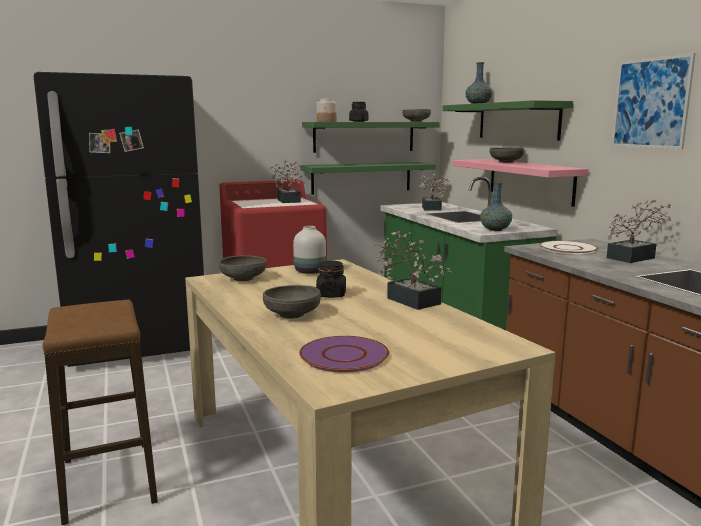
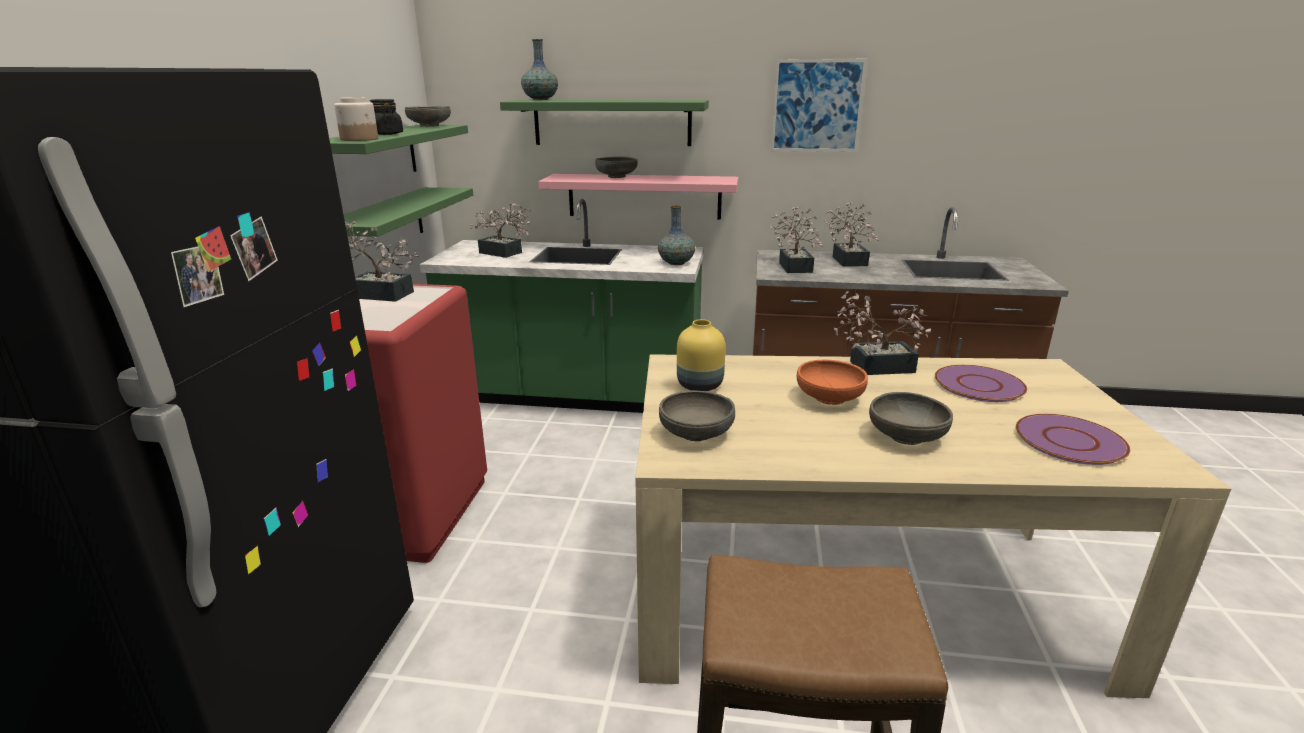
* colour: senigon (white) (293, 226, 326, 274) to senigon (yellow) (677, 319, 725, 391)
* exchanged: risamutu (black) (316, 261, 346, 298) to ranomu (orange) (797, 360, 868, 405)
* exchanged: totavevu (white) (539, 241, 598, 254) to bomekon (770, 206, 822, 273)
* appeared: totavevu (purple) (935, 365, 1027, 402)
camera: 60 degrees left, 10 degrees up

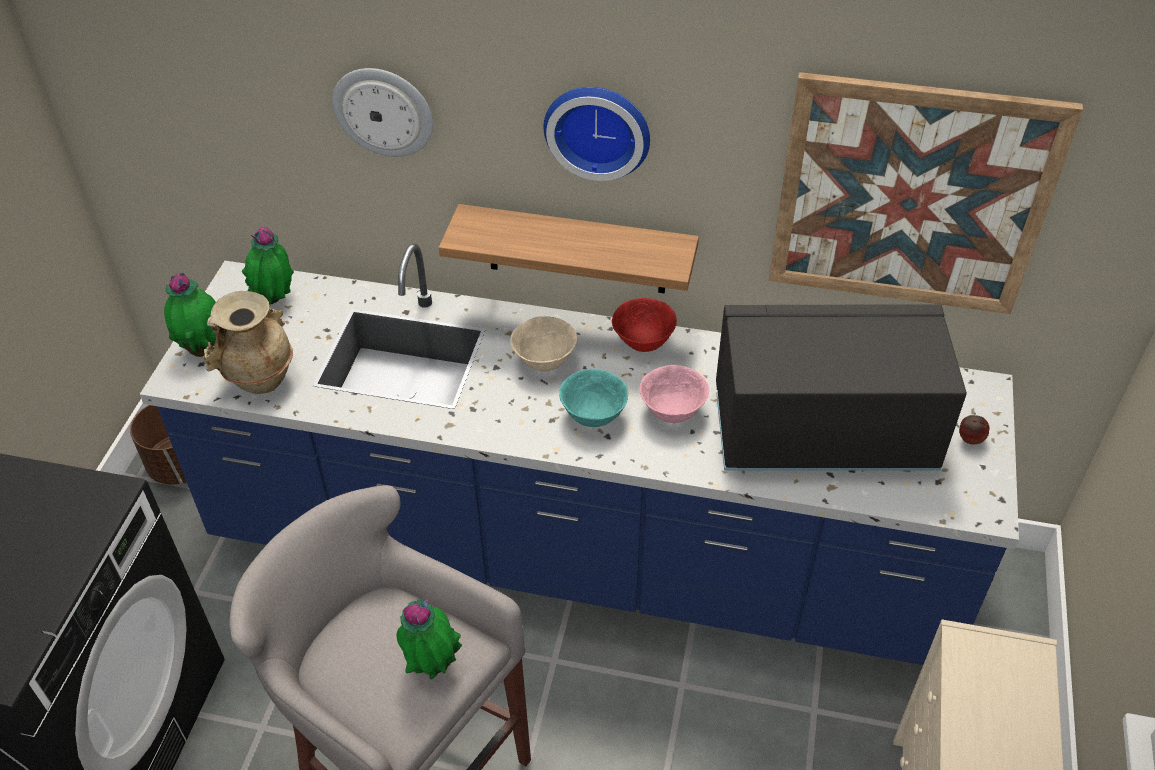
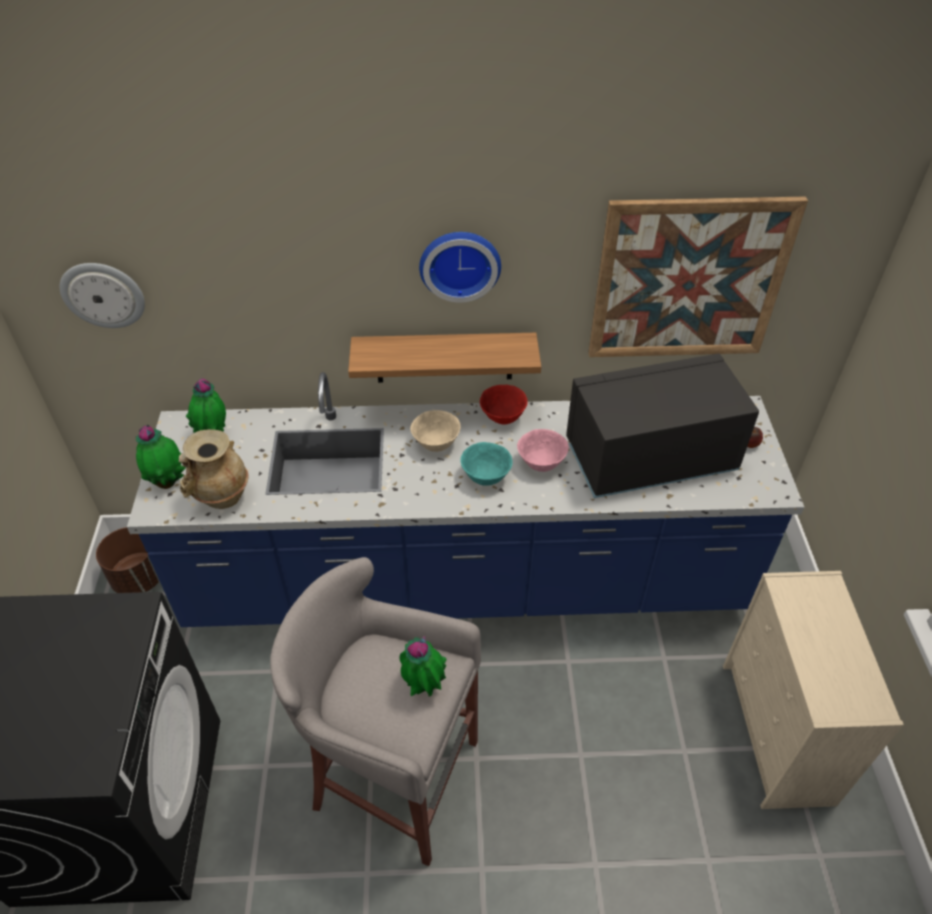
* relocated: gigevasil (332, 68, 433, 157) to (60, 263, 145, 328)
camera: 15 degrees left, 0 degrees up

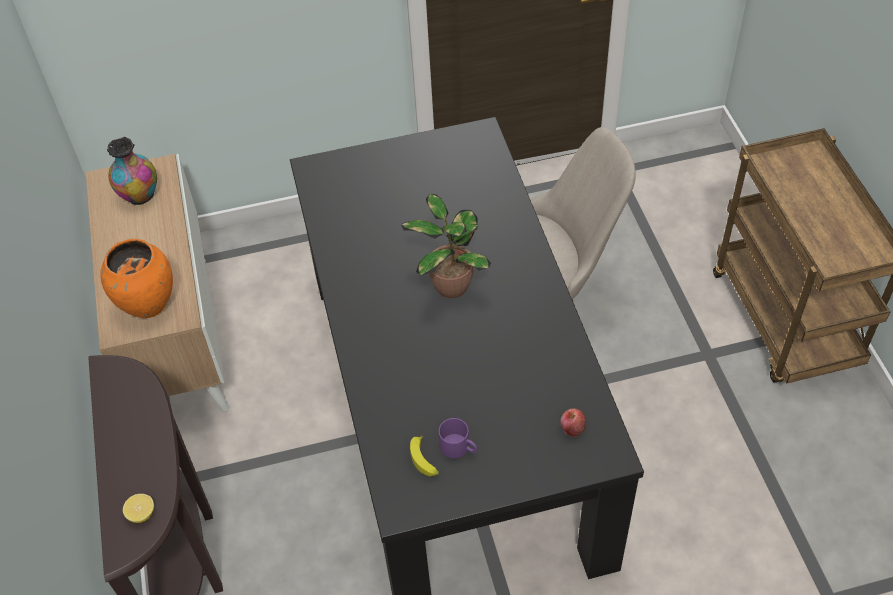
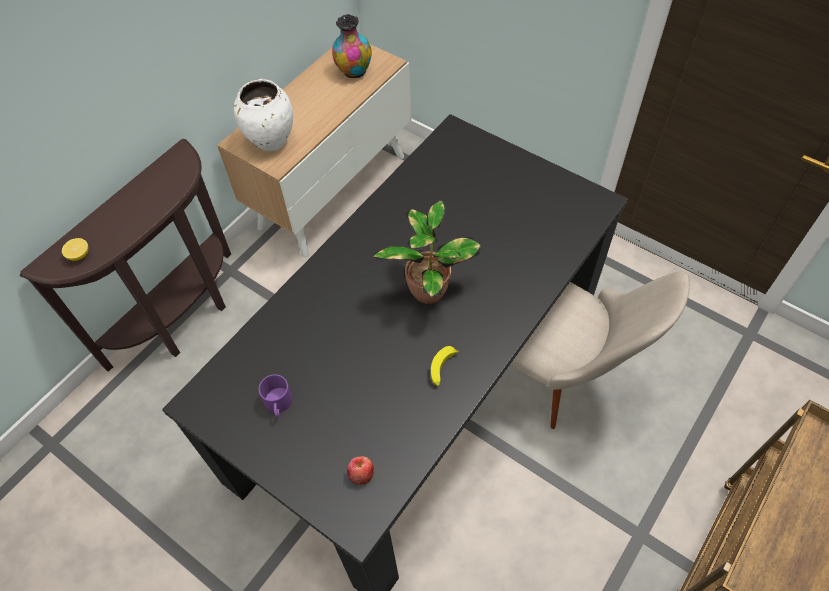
* colour: senigon (orange) (100, 239, 173, 318) to senigon (white) (234, 79, 293, 151)
* relocated: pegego (410, 435, 439, 476) to (431, 346, 459, 386)
camera: 50 degrees right, 5 degrees up

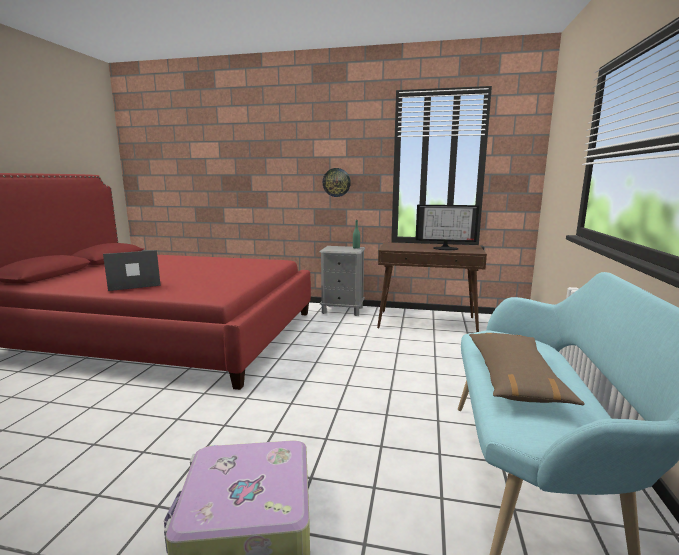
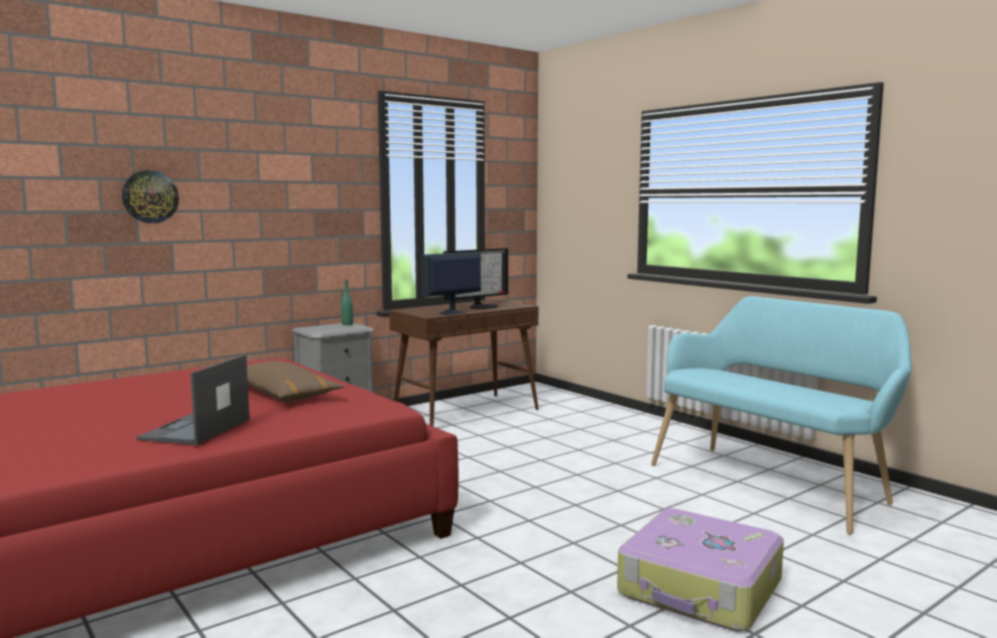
* relocated: gigevasil (323, 168, 351, 197) to (122, 170, 179, 223)
* relocated: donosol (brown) (469, 333, 585, 405) to (247, 361, 344, 402)
* appeared: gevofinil (421, 252, 481, 315)
camera: 50 degrees left, 5 degrees down

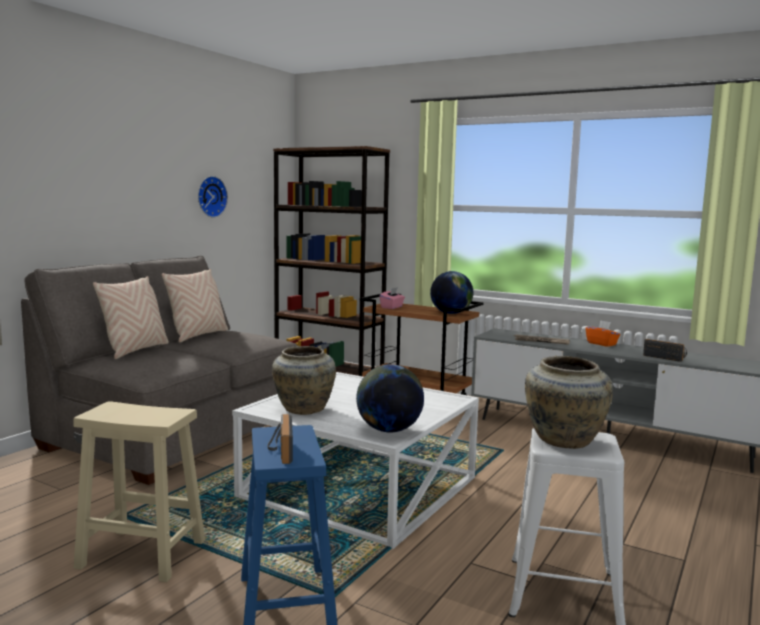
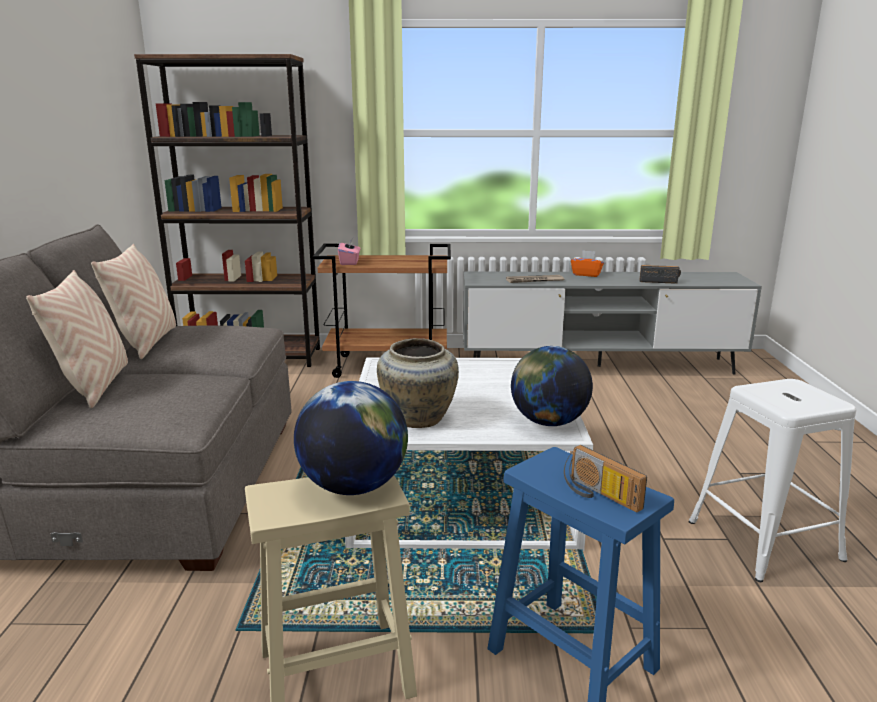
* missing: gigevasil (198, 176, 228, 218)
* relocated: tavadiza (430, 271, 474, 314) to (294, 381, 408, 495)
* missing: senigon (beige) (525, 356, 613, 449)
camera: 30 degrees left, 10 degrees up

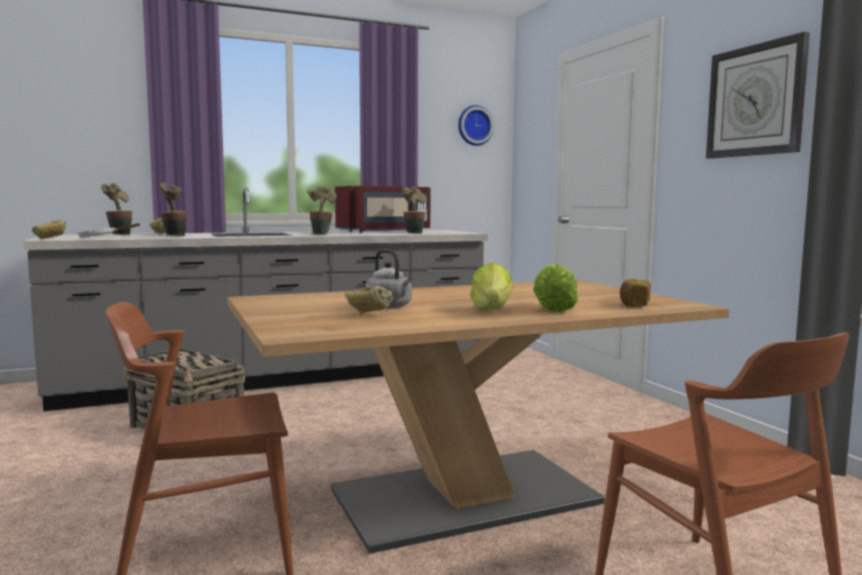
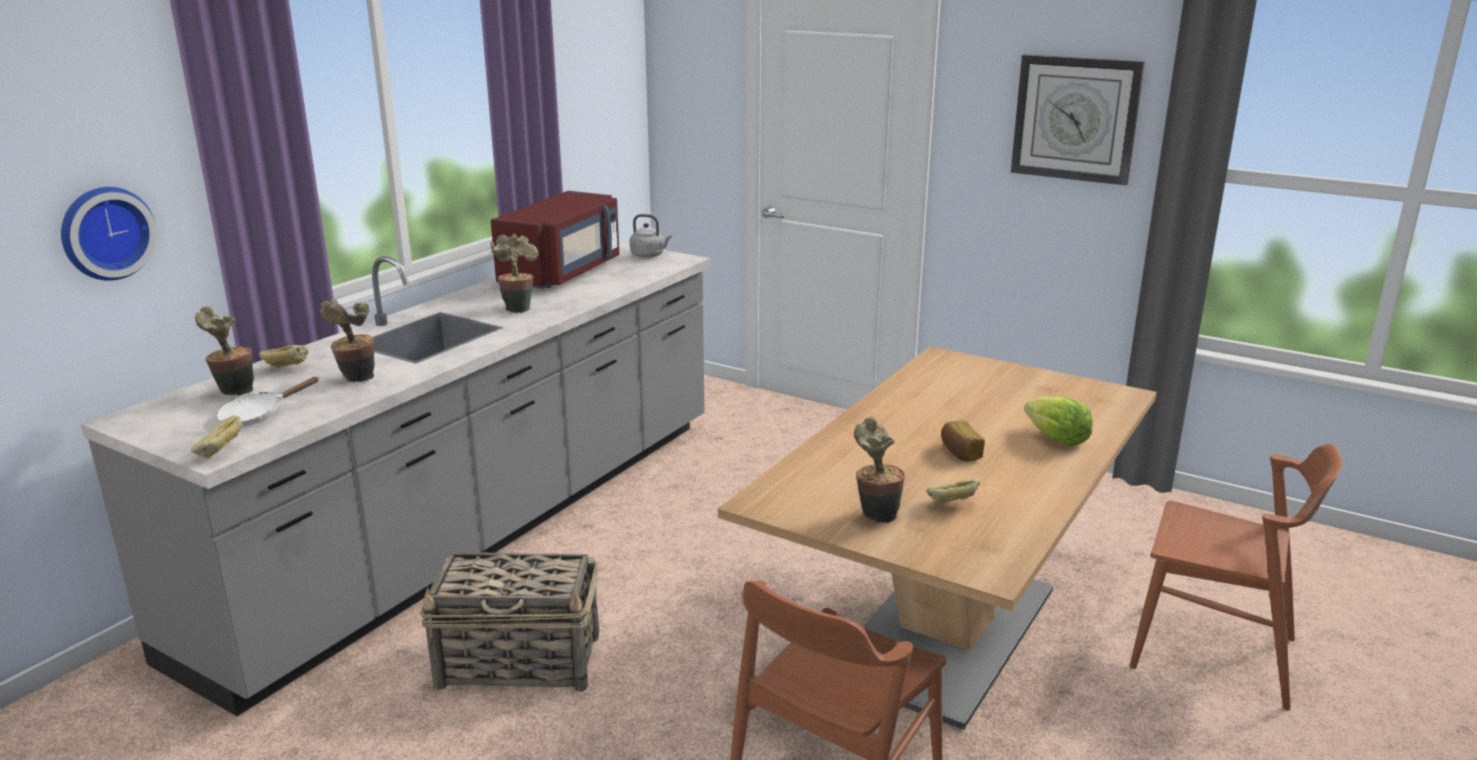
* relocated: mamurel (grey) (365, 249, 412, 308) to (630, 214, 672, 258)
* relocated: bomekon (401, 186, 427, 234) to (854, 416, 905, 523)
* relocated: gigevasil (458, 105, 494, 146) to (61, 187, 157, 281)
* missing: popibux (470, 263, 513, 310)
* relocated: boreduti (620, 279, 651, 307) to (941, 420, 985, 462)
camera: 35 degrees left, 15 degrees up

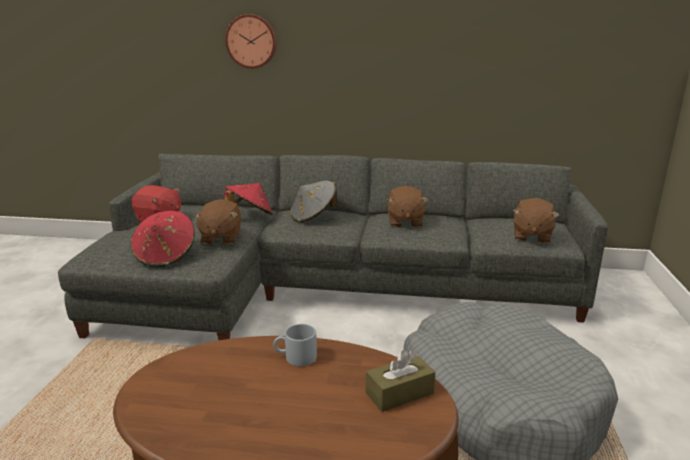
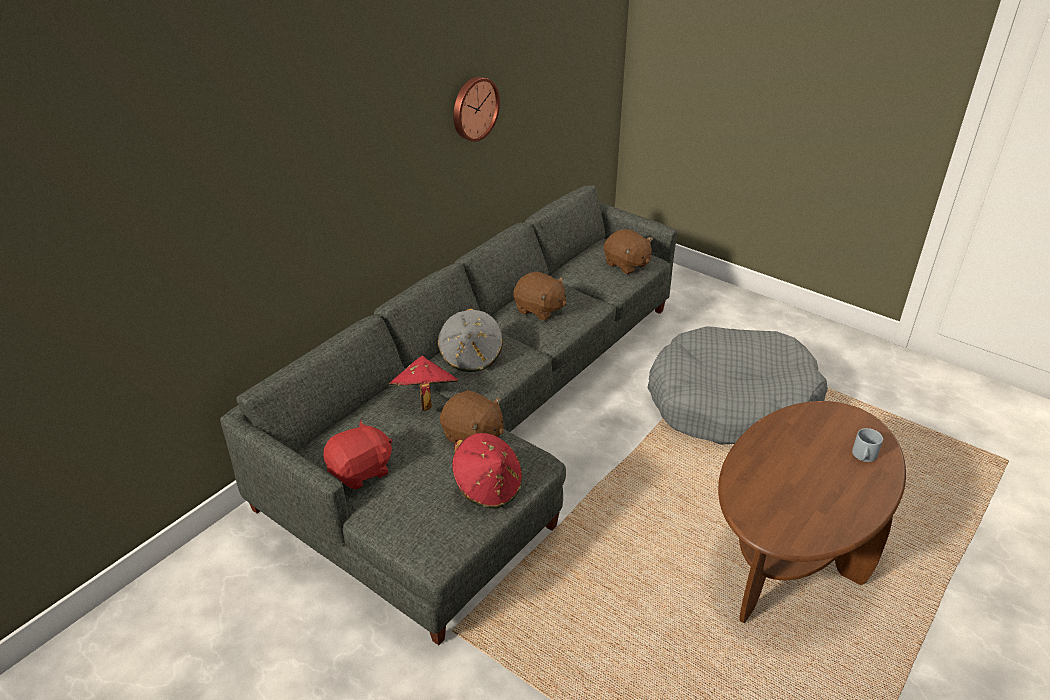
* relocated: gigevasil (225, 14, 277, 69) to (453, 77, 500, 142)
* relocated: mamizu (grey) (273, 324, 317, 366) to (852, 428, 883, 462)
* missing: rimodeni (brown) (366, 350, 435, 412)
camera: 60 degrees left, 15 degrees up

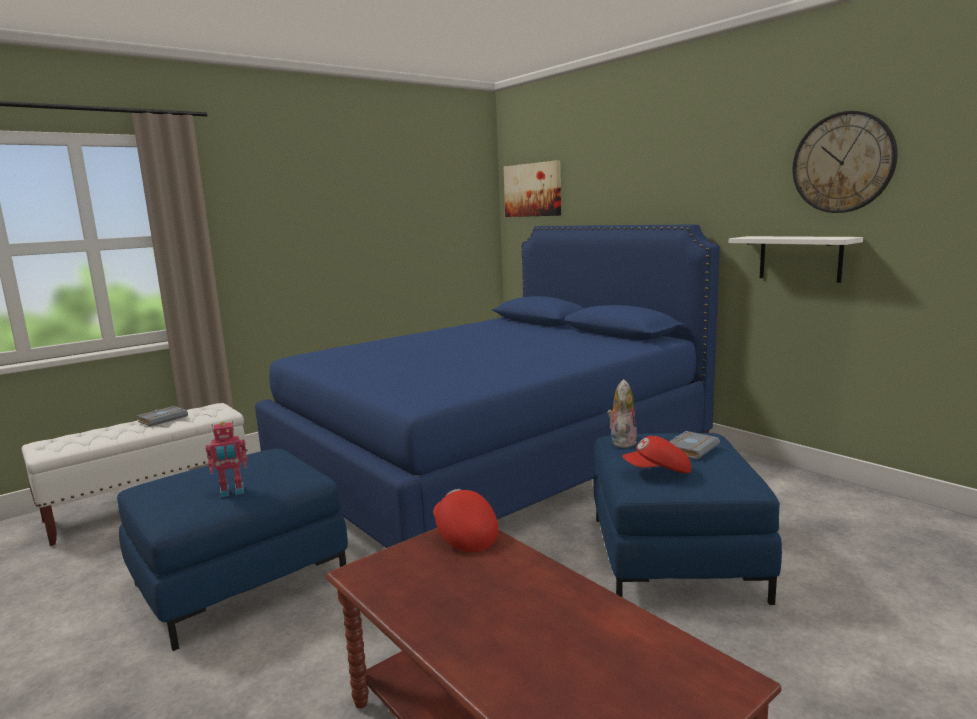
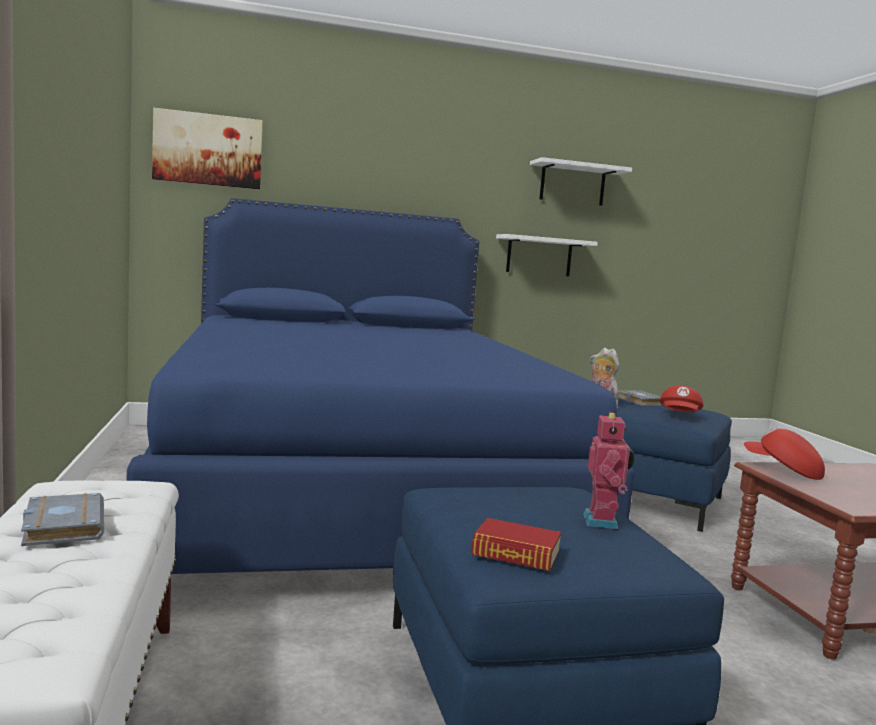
* spun: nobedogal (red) (433, 489, 498, 552) = (744, 428, 825, 480) 45 degrees clockwise
* exchanged: gigevasil (792, 111, 898, 213) to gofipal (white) (530, 157, 632, 206)
* appeared: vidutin (471, 518, 561, 571)
camera: 65 degrees left, 5 degrees down

